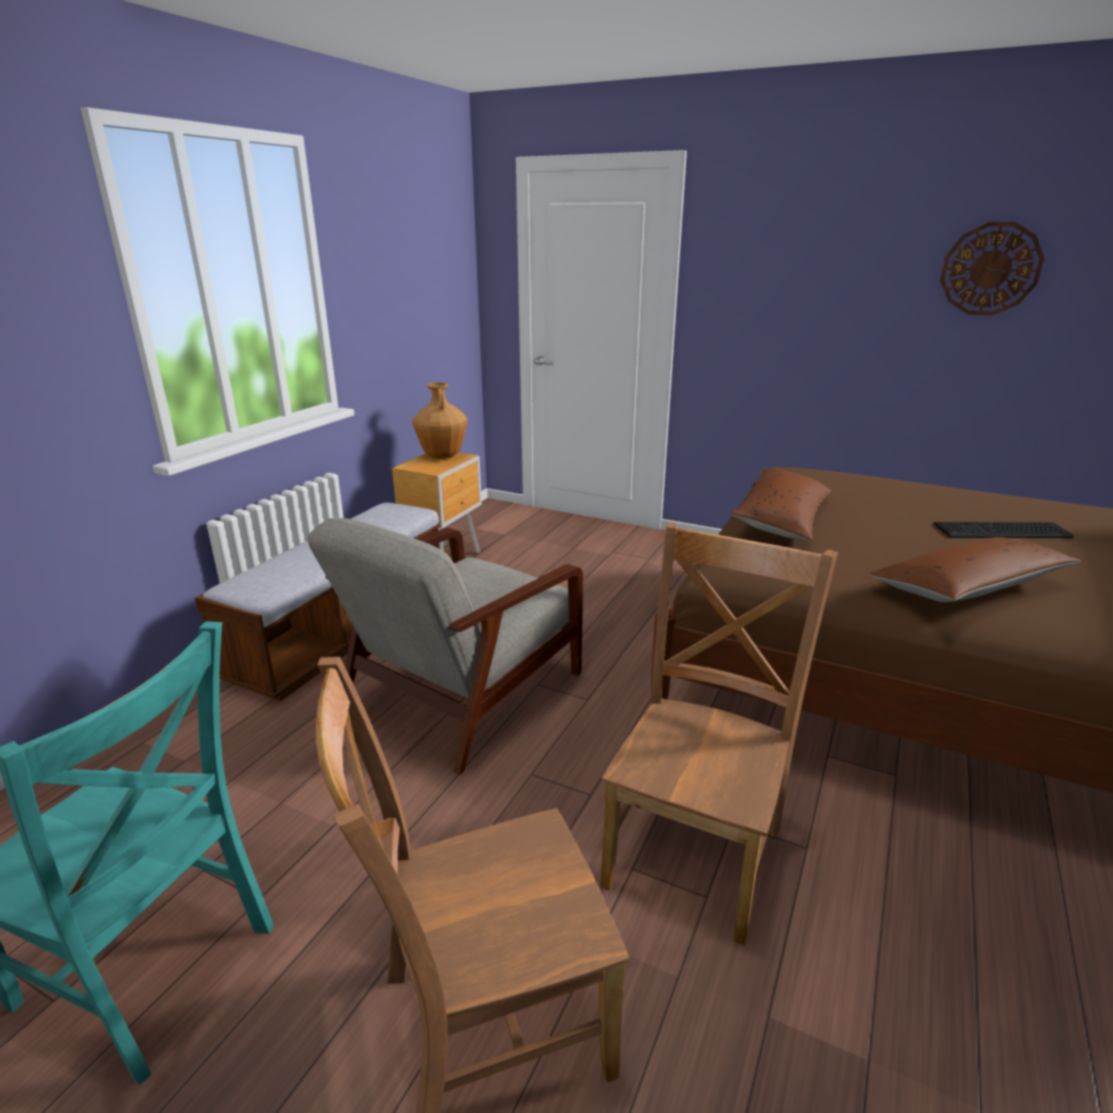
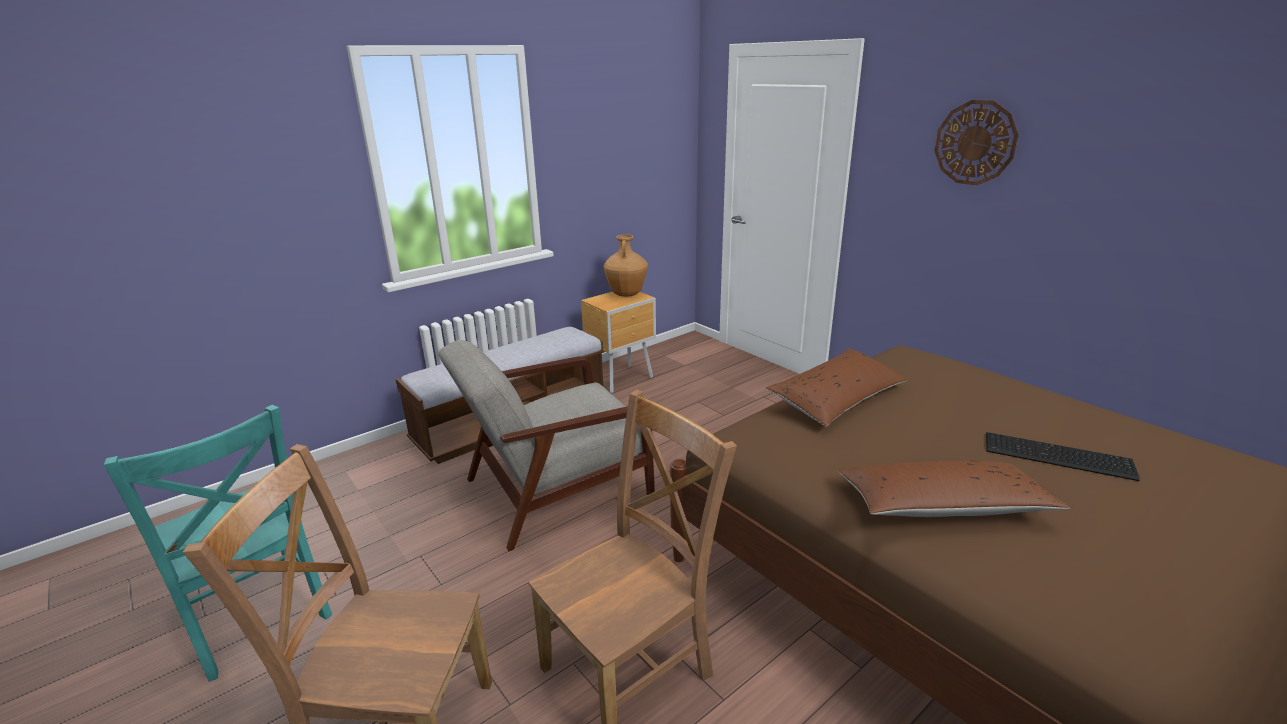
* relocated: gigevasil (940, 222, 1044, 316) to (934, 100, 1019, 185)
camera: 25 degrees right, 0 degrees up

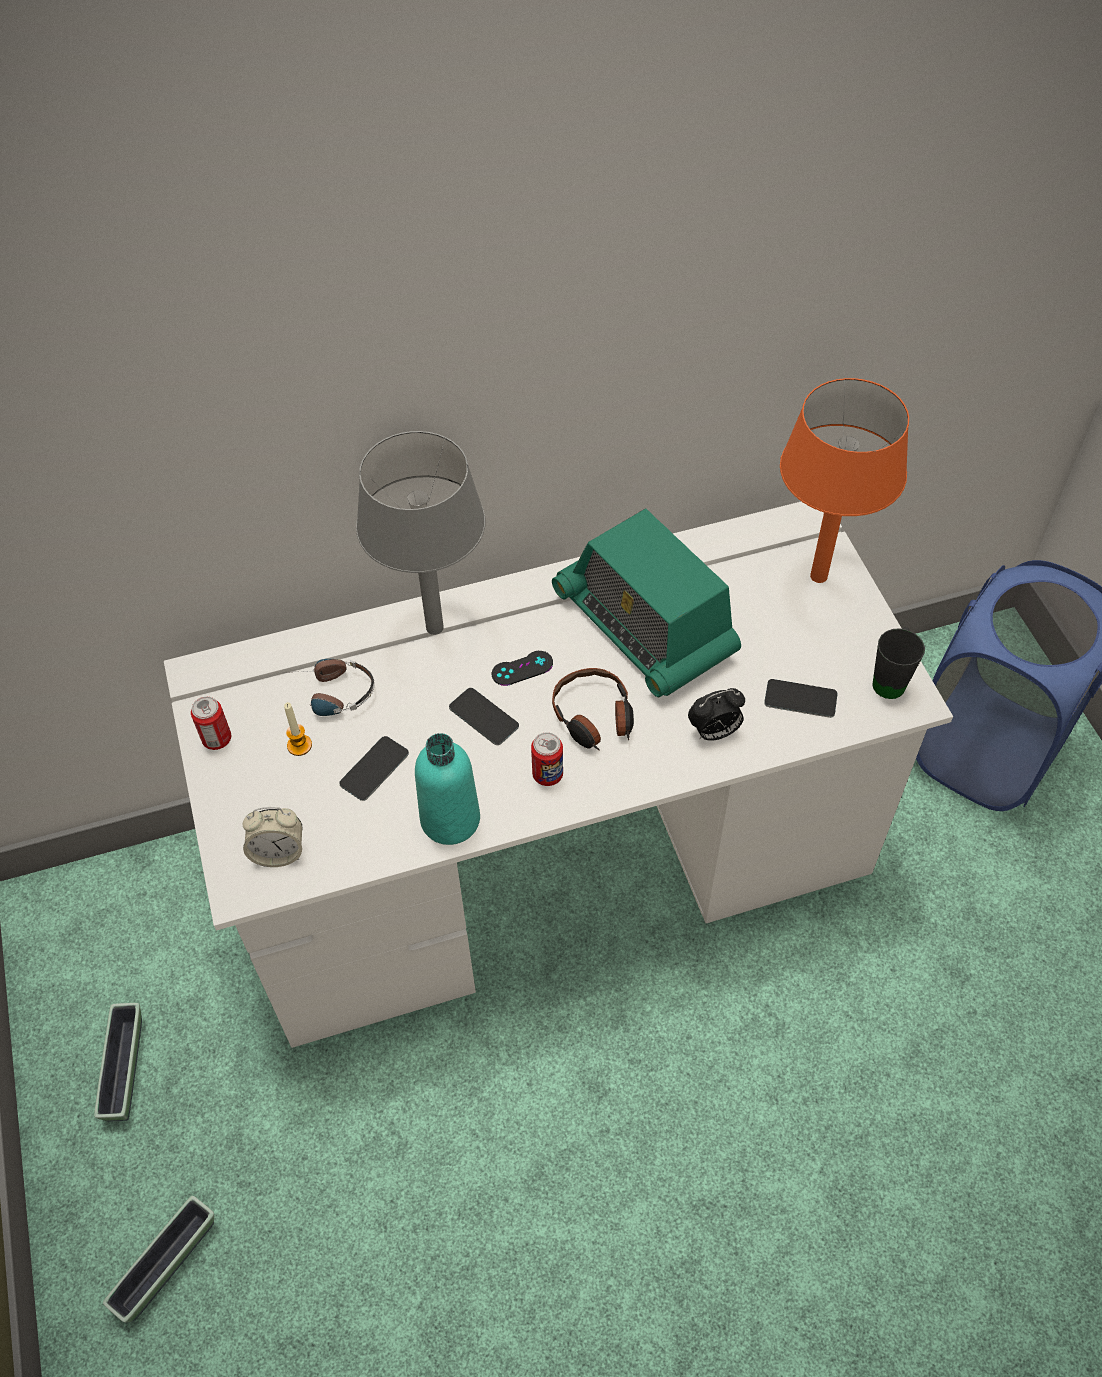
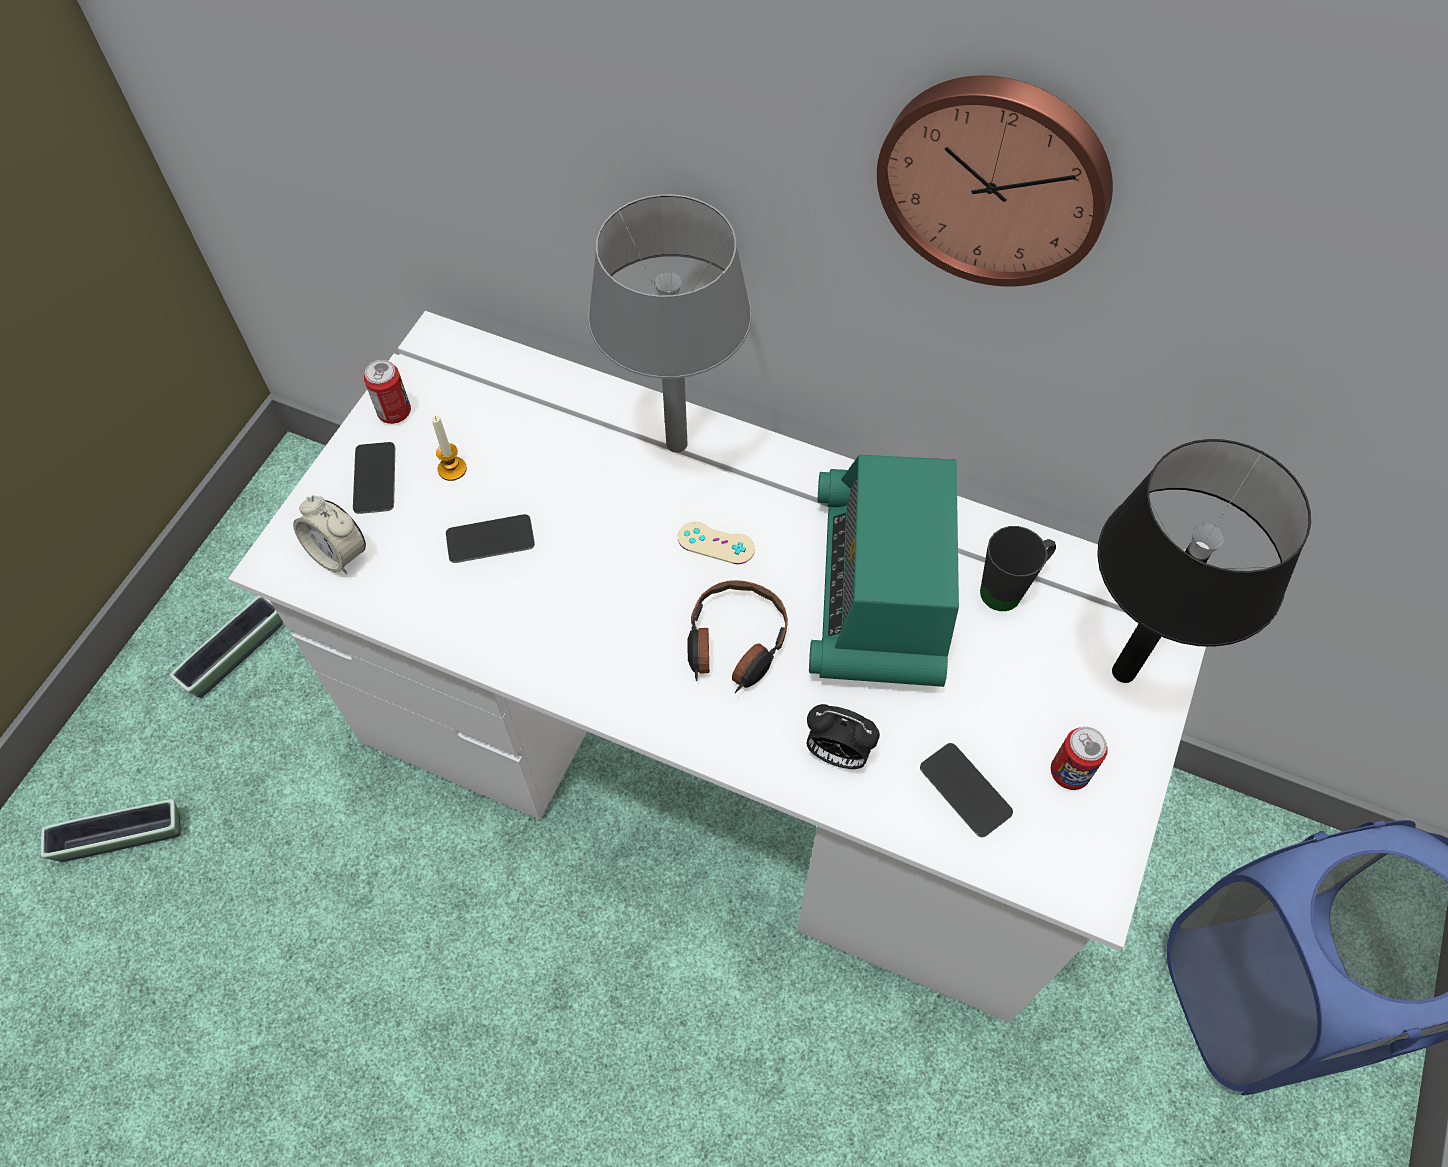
* missing: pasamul (285, 659, 375, 716)
* missing: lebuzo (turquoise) (415, 733, 480, 845)
* relocated: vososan (449, 688, 519, 745) to (353, 442, 395, 514)
* colour: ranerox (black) (492, 651, 553, 686) to ranerox (beige) (678, 521, 755, 564)
* relocated: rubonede (531, 732, 563, 786) to (1051, 727, 1108, 790)
* colour: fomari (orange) (780, 378, 909, 583) to fomari (black) (1097, 439, 1311, 683)
* relocated: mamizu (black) (872, 627, 925, 699) to (980, 526, 1056, 611)
* appeared: gigevasil (877, 75, 1113, 287)
camera: 40 degrees right, 5 degrees up

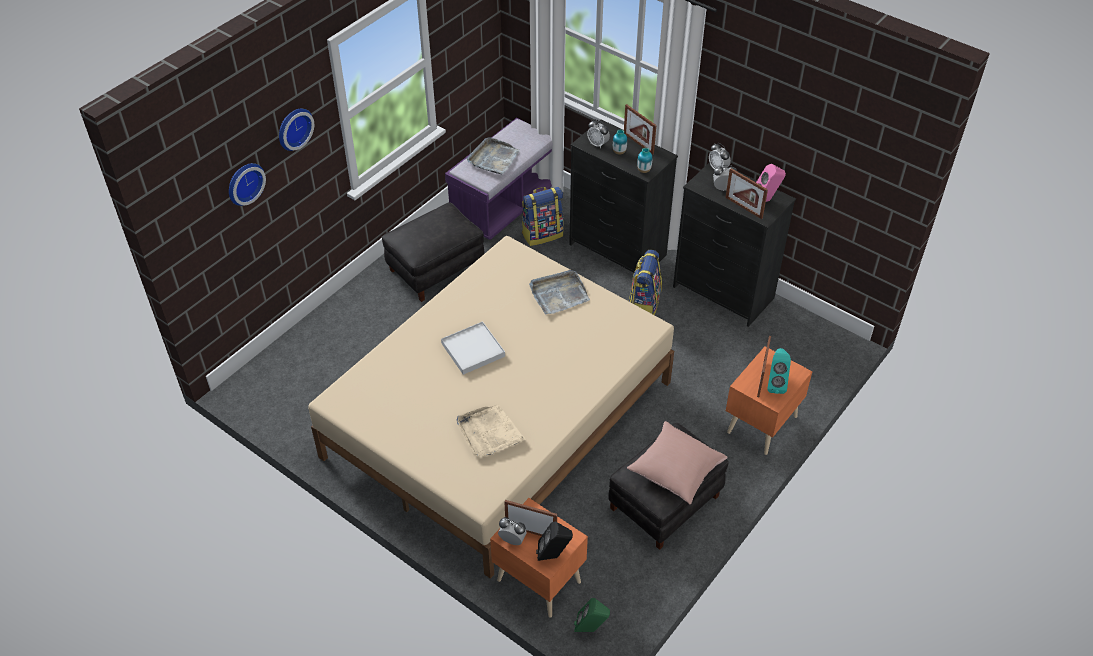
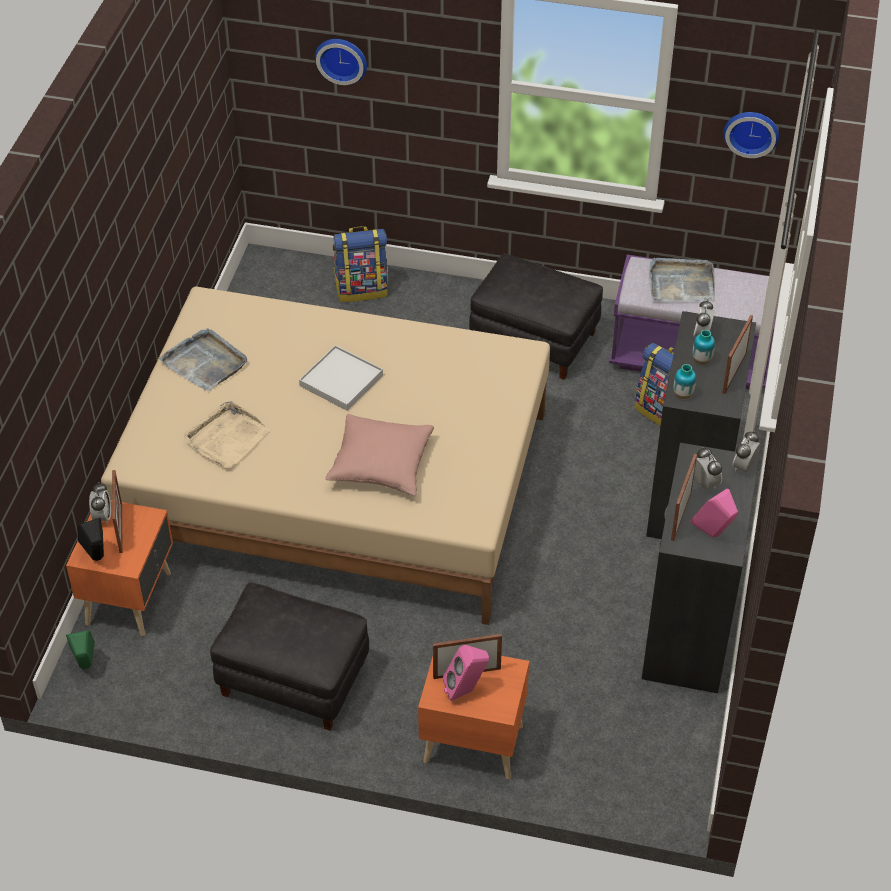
* relocated: gigevasil (279, 108, 314, 151) to (723, 112, 779, 158)
* relocated: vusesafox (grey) (529, 270, 590, 314) to (159, 328, 247, 391)
* relocated: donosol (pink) (627, 421, 728, 504) to (325, 414, 434, 496)
* relocated: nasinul (629, 250, 662, 315) to (333, 227, 388, 302)
* colour: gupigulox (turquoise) (767, 348, 791, 394) to gupigulox (pink) (443, 645, 489, 701)
camera: 65 degrees right, 0 degrees up

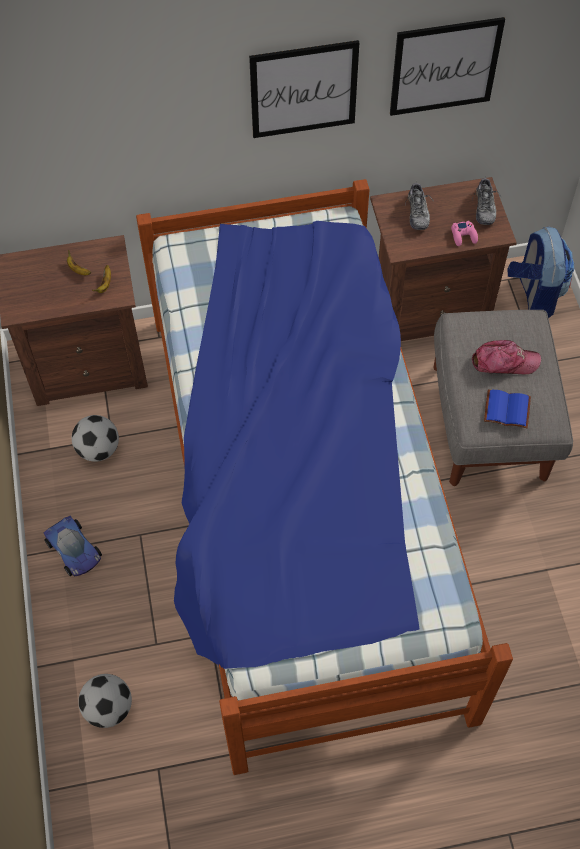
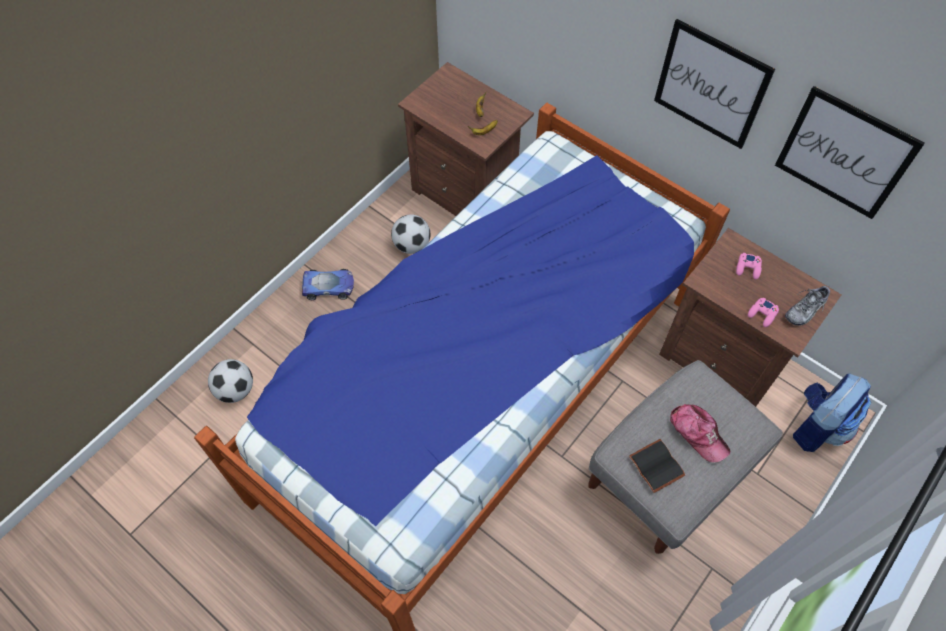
* spun: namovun (44, 516, 102, 577) = (302, 269, 354, 300) 105 degrees counterclockwise
* exchanged: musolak (406, 183, 434, 230) to ranerox (pink) (736, 253, 762, 279)
* colour: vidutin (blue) (484, 389, 531, 428) to vidutin (black) (629, 439, 686, 493)
camera: 50 degrees right, 0 degrees up

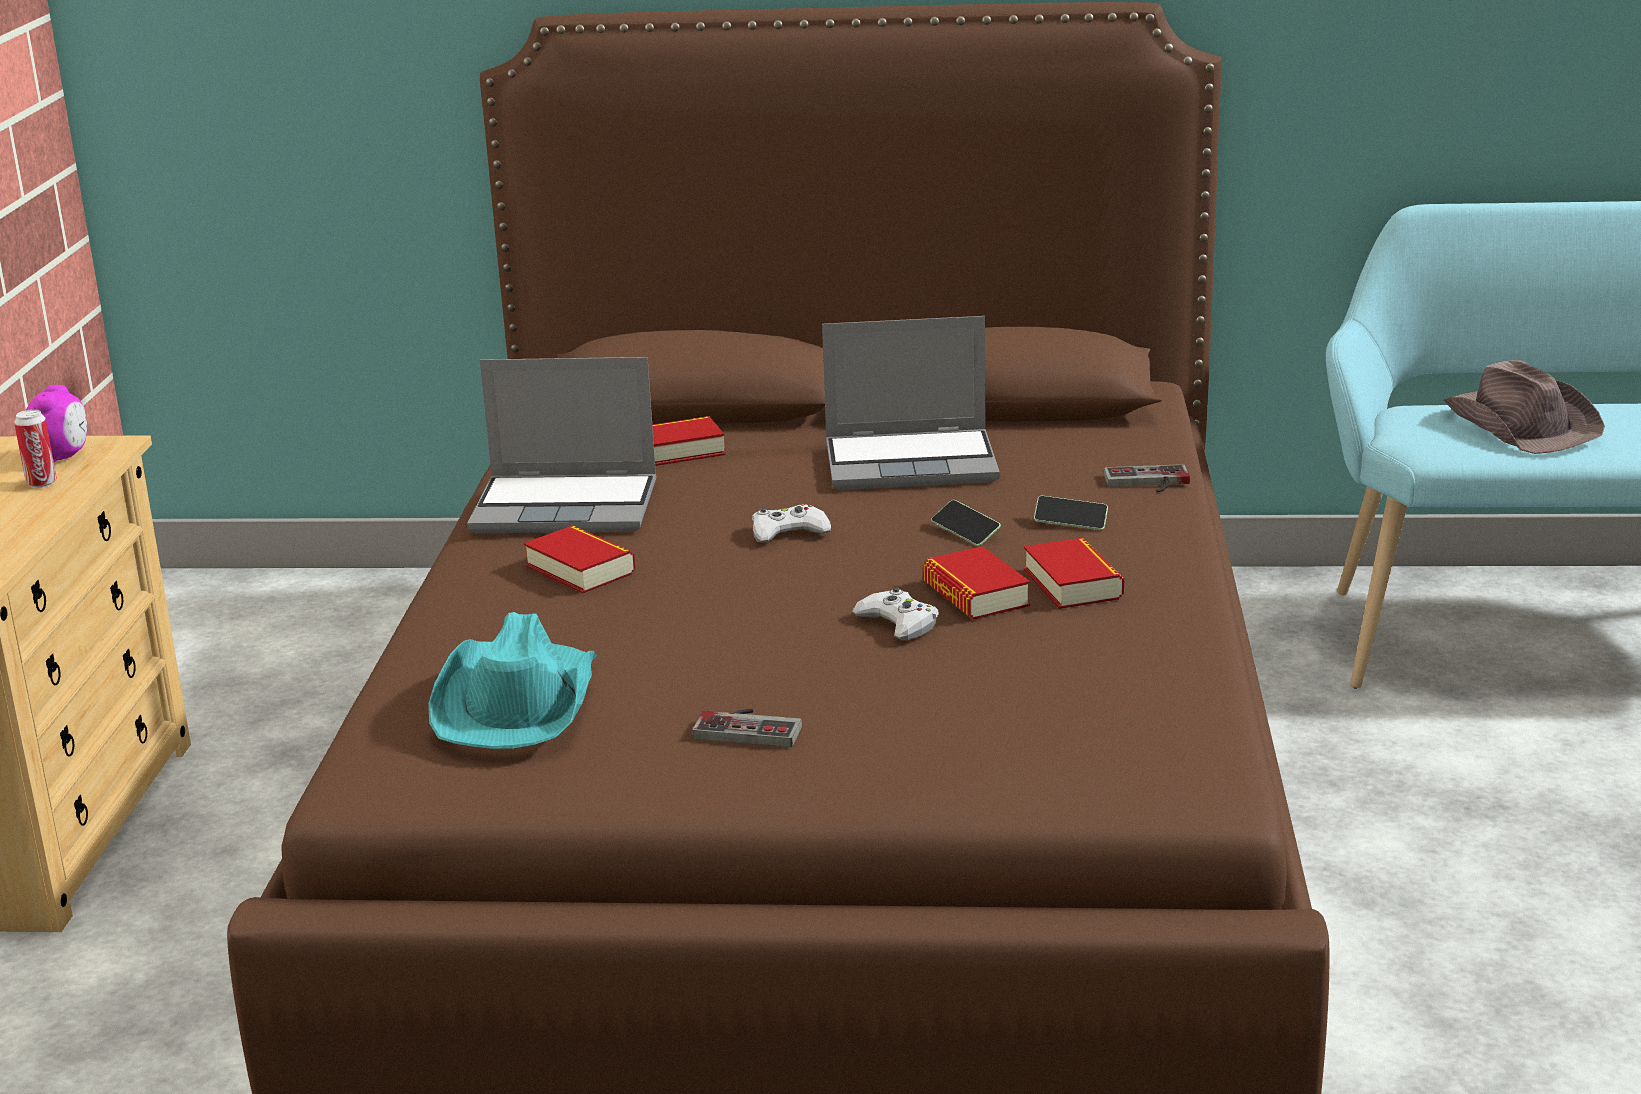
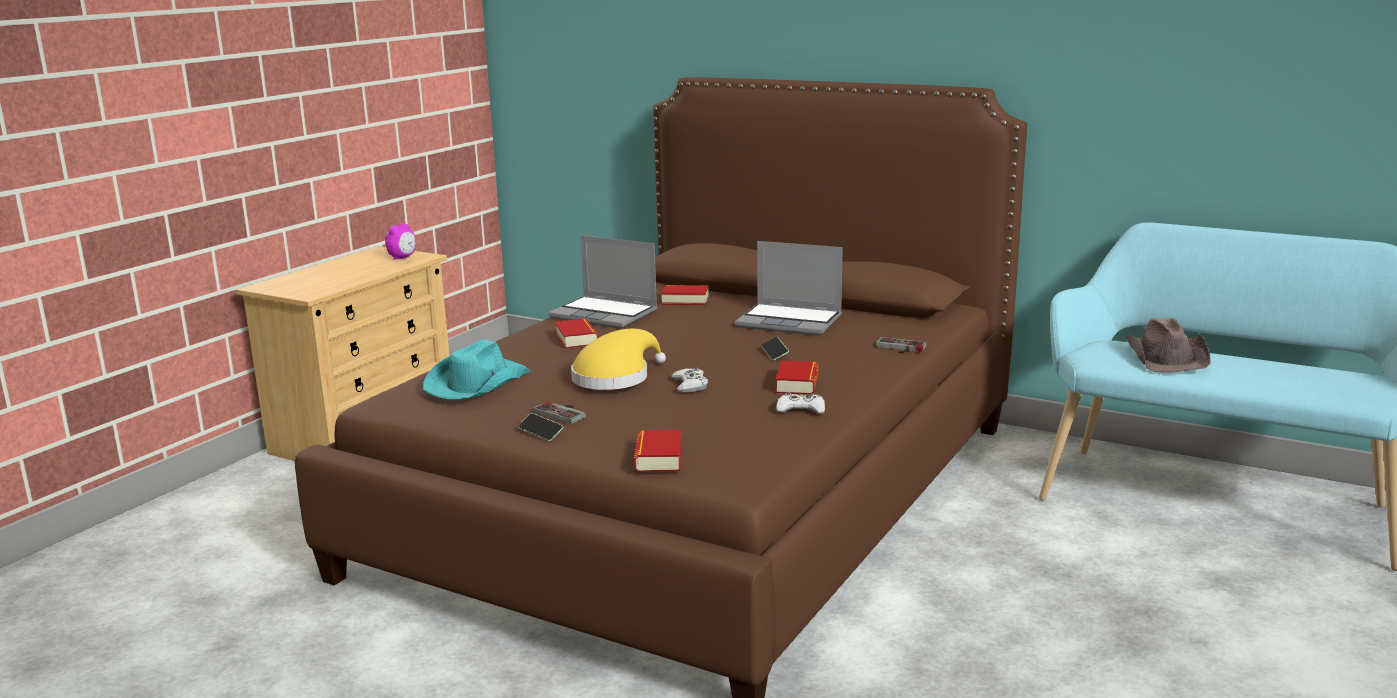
* missing: rubonede (14, 409, 57, 488)
* relocated: ranerox (white) (752, 504, 831, 542) to (776, 392, 825, 414)
* relocated: vidutin (922, 546, 1030, 619) to (634, 430, 682, 472)
* relocated: vososan (1034, 496, 1108, 530) to (518, 413, 564, 441)
* appeared: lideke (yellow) (571, 329, 666, 390)
camera: 25 degrees right, 5 degrees down

